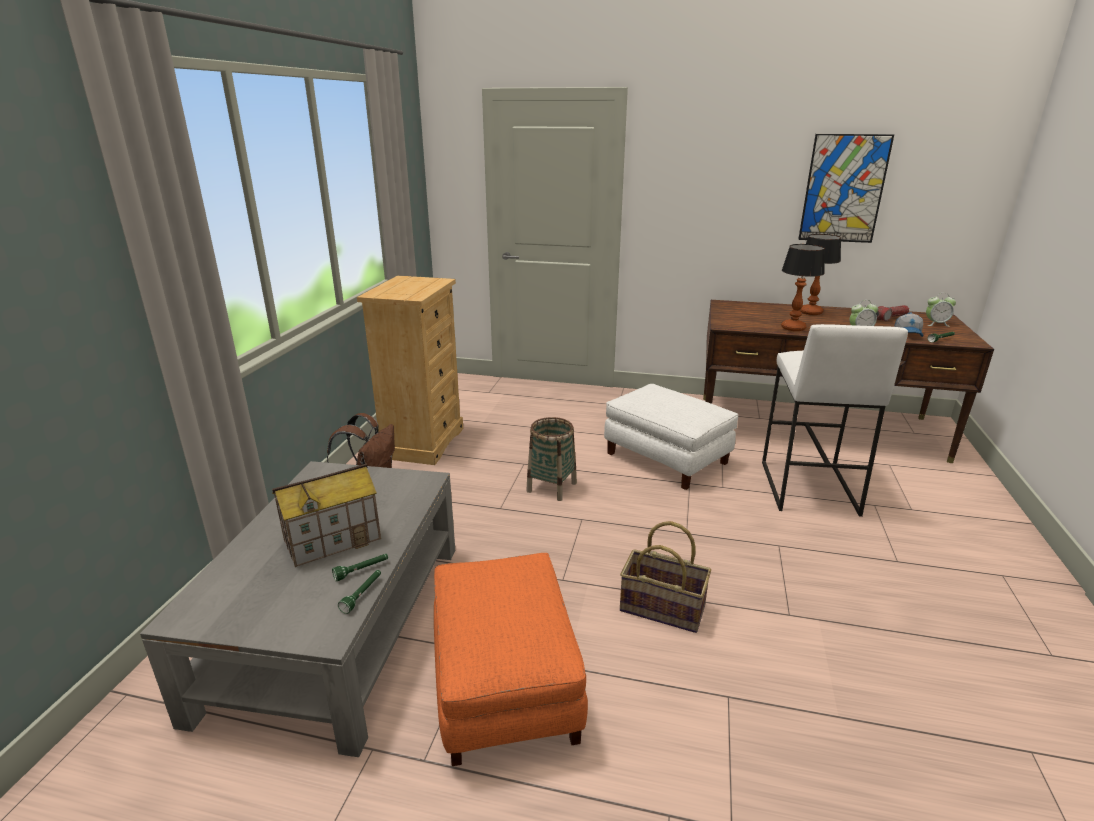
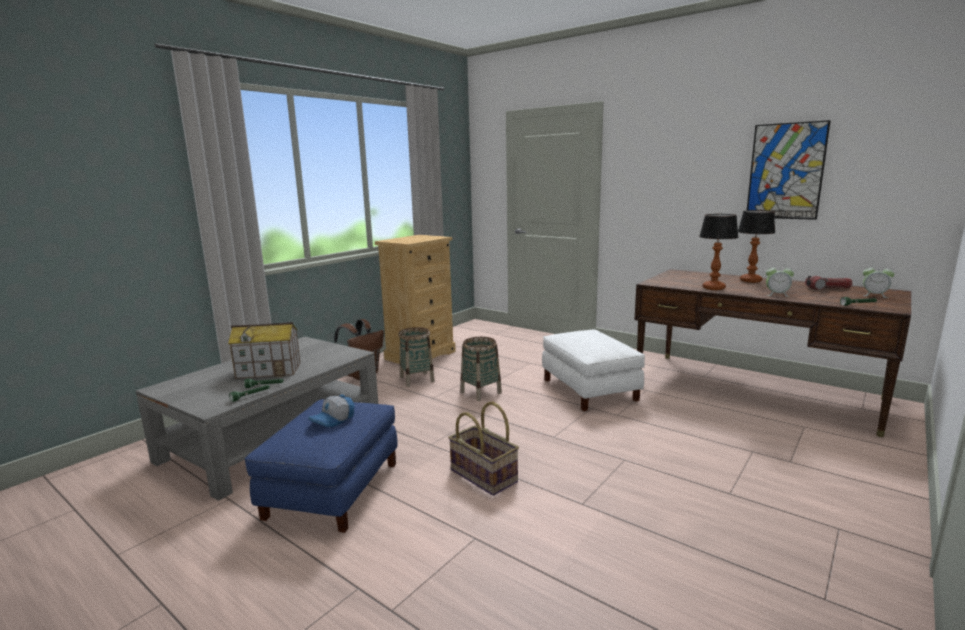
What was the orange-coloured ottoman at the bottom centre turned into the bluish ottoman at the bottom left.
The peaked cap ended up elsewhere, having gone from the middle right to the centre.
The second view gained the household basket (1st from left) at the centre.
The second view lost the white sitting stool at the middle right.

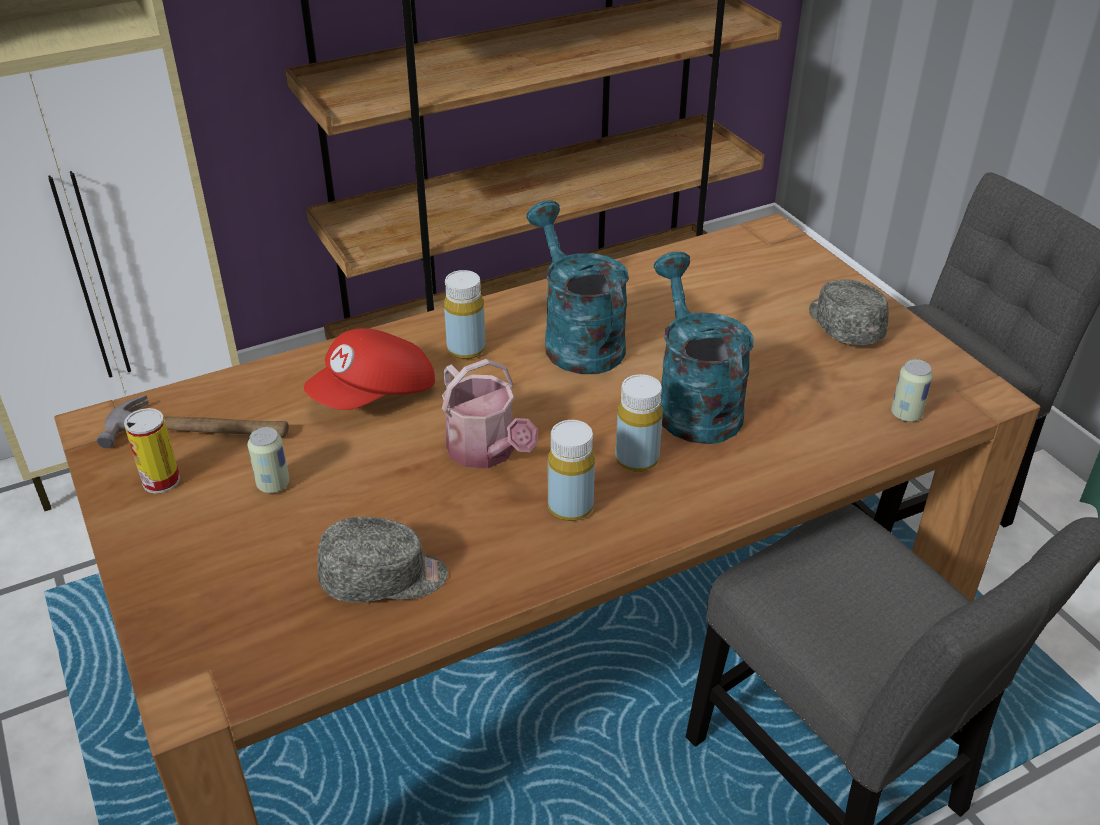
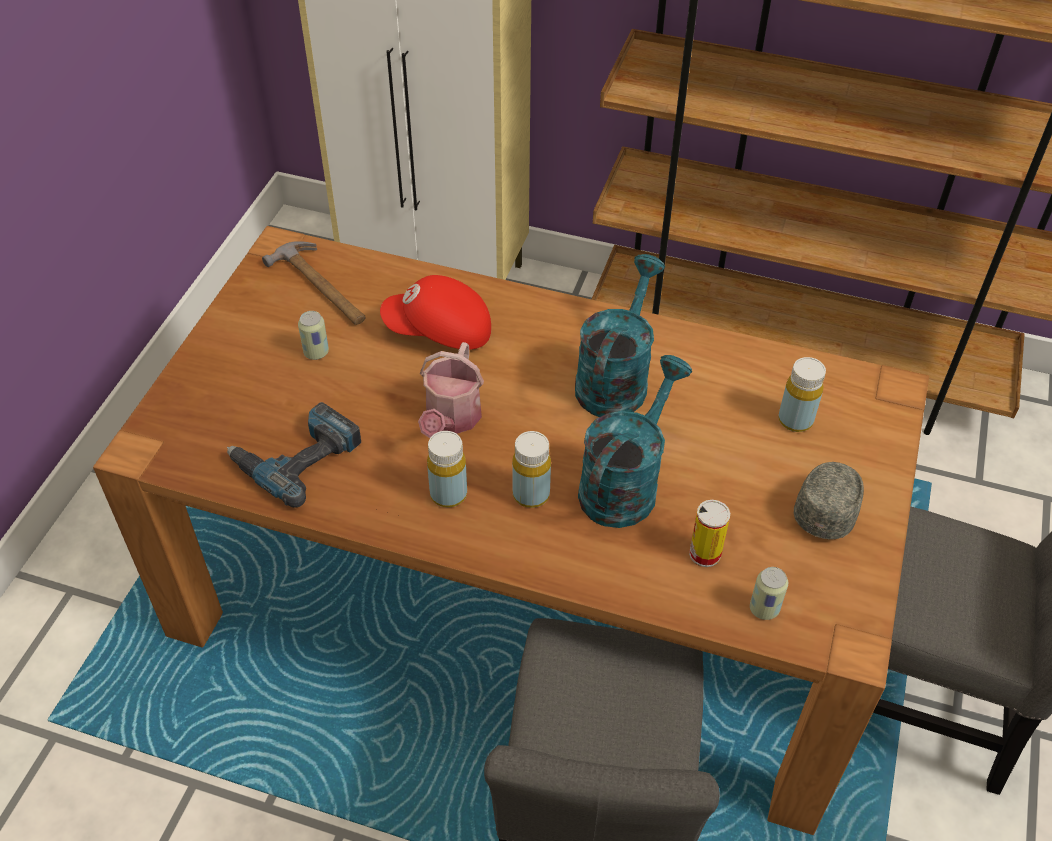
Where the gray peaked cap (1st from left) stood at the bottom centre, the electric drill came to stand at the middle left.
The metal can (1st from left in the first image) ended up elsewhere, having gone from the middle left to the middle right.
The yellow bottle (1st from left in the first image) ended up elsewhere, having gone from the centre to the middle right.

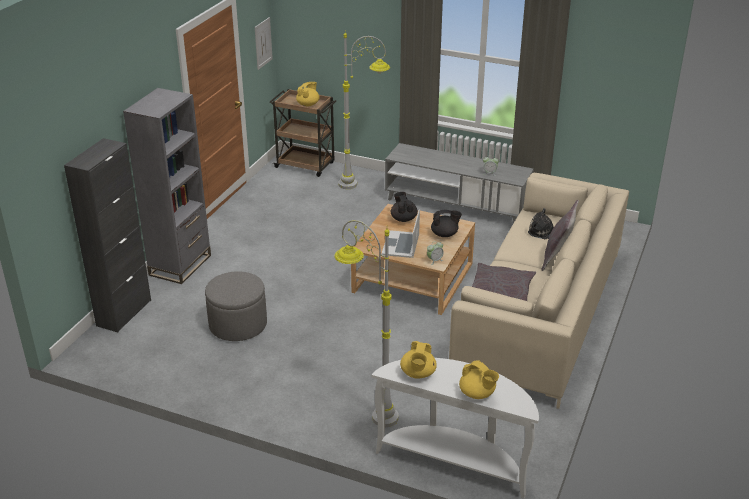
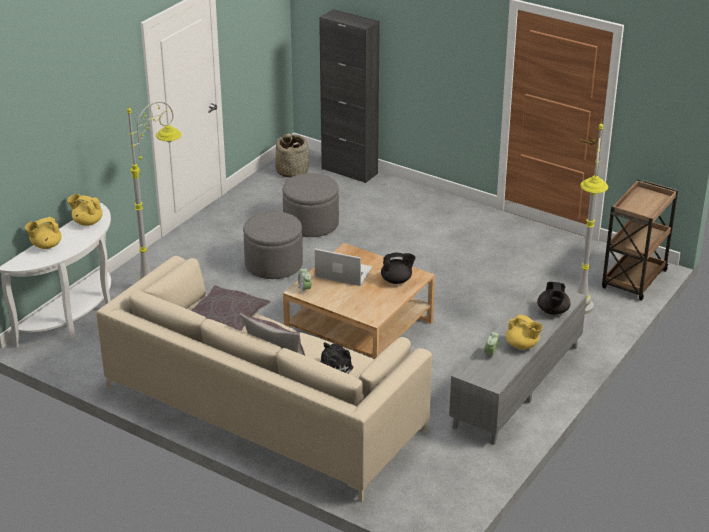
The second view gained the gray ottoman (1st from left) at the centre.
The second view gained the household basket at the top centre.
The yellow teapot (1st from left in the first image) ended up elsewhere, having gone from the top centre to the middle right.
The black-coloured teapot (2nd from left) ended up elsewhere, having gone from the centre to the middle right.
The second view lost the gray bookshelf at the middle left.
The second view lost the wall art at the top centre.

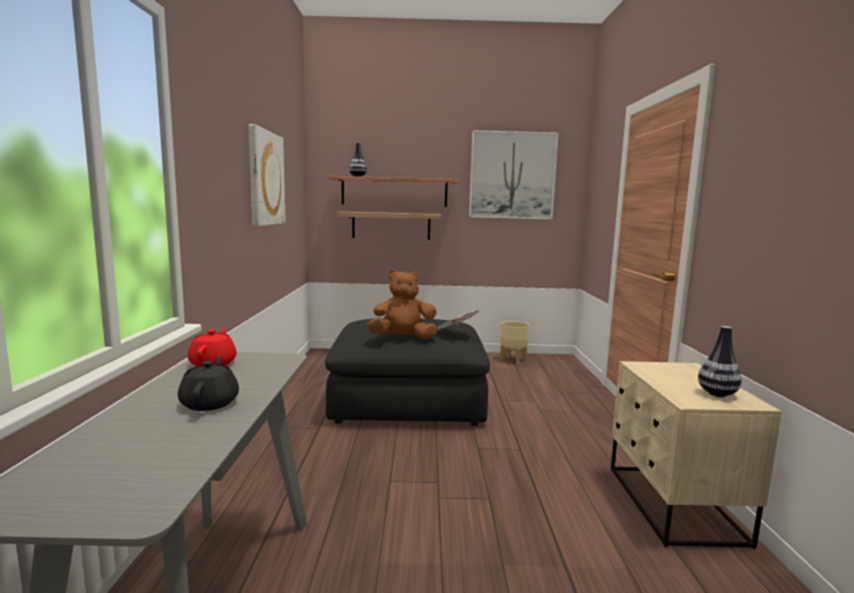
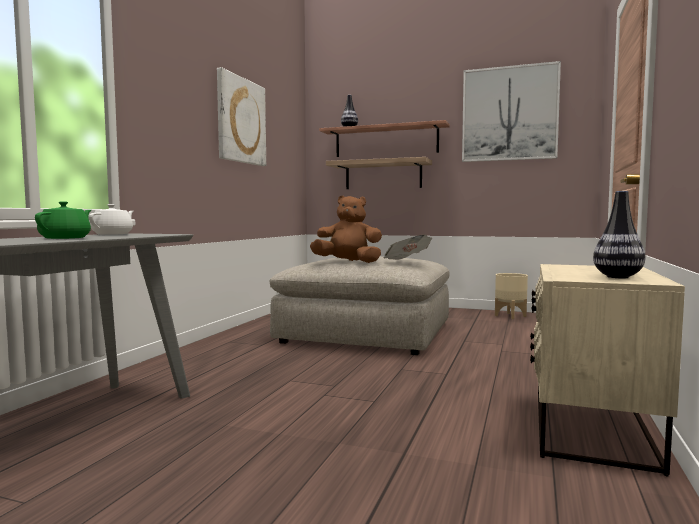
What was the black-coloured teapot at the middle left turned into the green teapot at the middle left.
What was the red teapot at the middle left turned into the white teapot at the middle left.
What was the black-coloured ottoman at the centre turned into the beige-coloured ottoman at the centre.

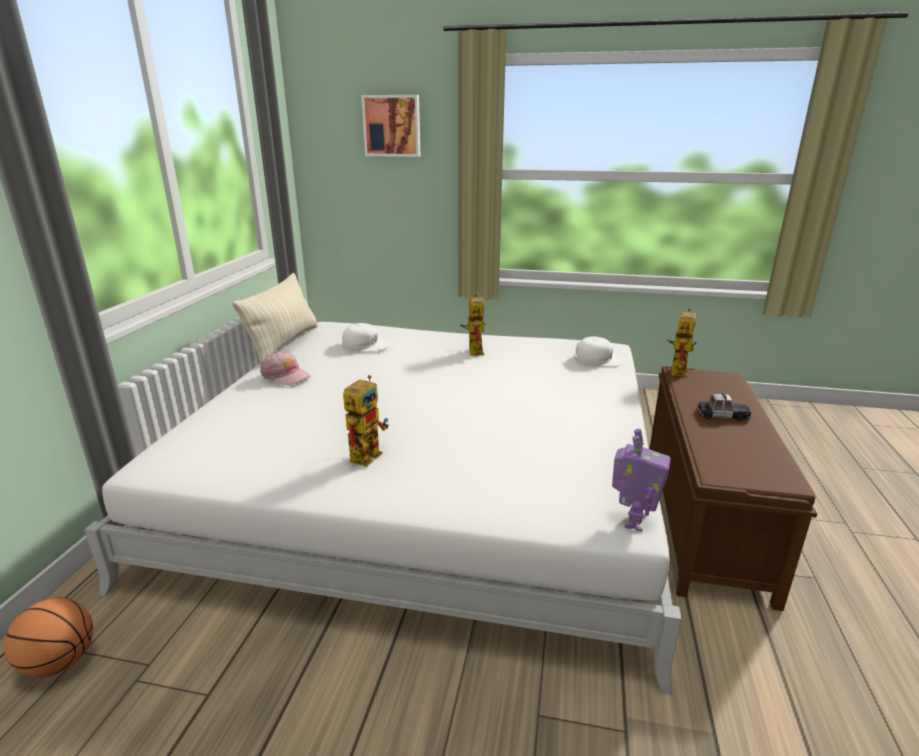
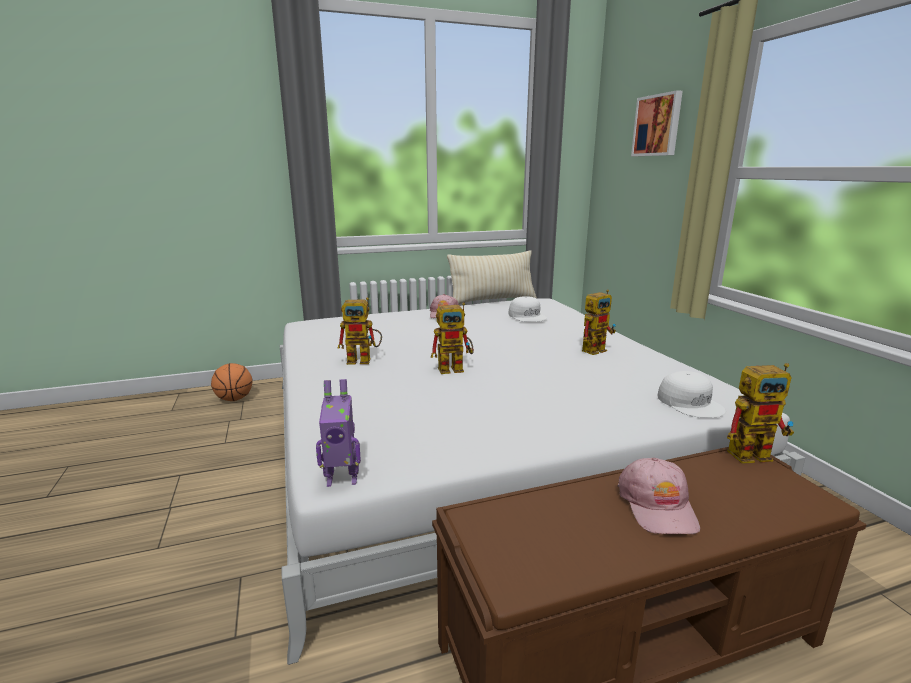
The second view gained the model robot (3rd from left) at the centre.
Where the model car stood at the middle right, the pinkish peaked cap (2nd from left) came to stand at the bottom right.

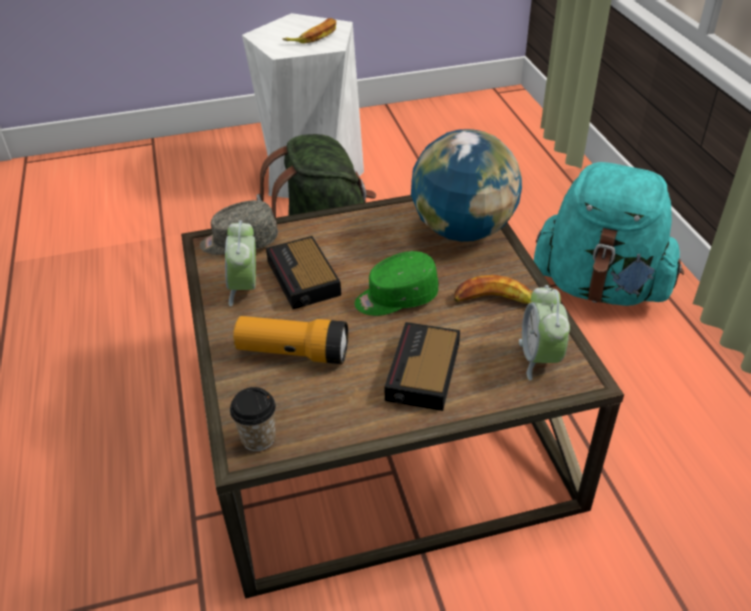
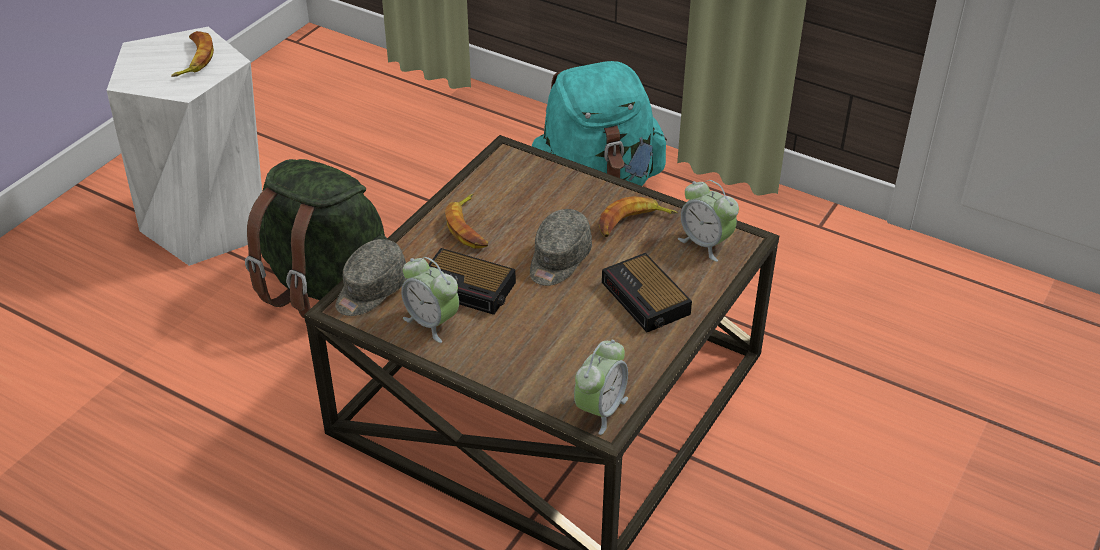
The second view gained the whole banana (2nd from left) at the centre.
What was the green peaked cap at the centre turned into the gray peaked cap (2nd from left) at the centre.
Where the cup stood at the bottom centre, the alarm clock (3rd from left) came to stand at the bottom centre.
The second view lost the hand torch at the centre.
The second view lost the globe at the top centre.

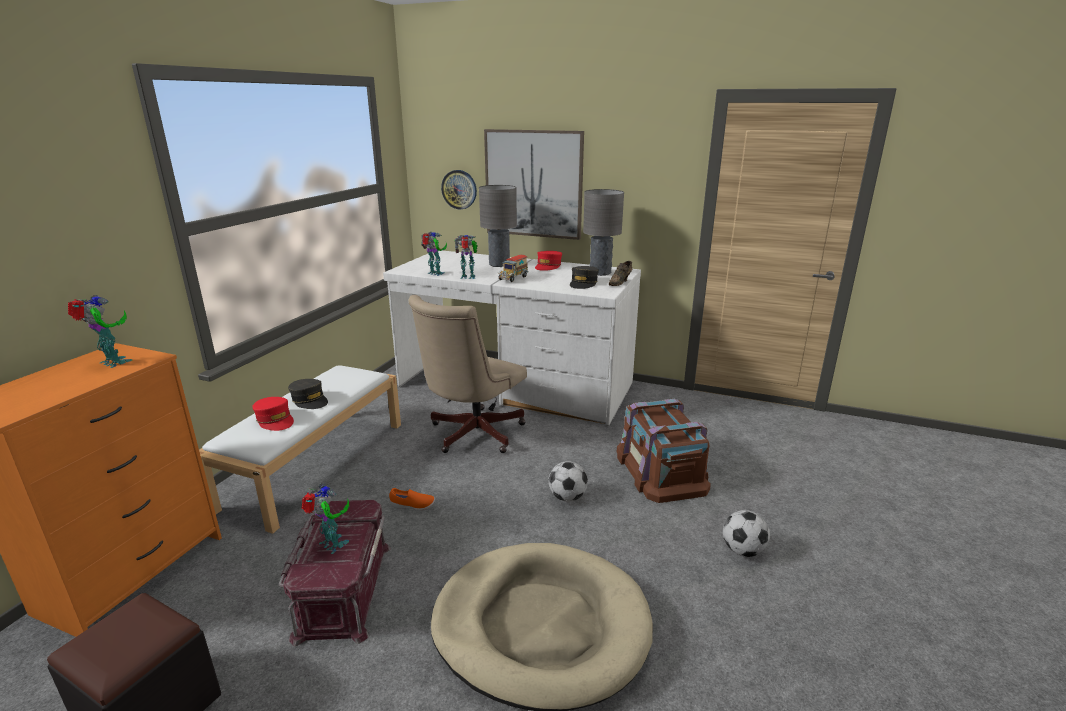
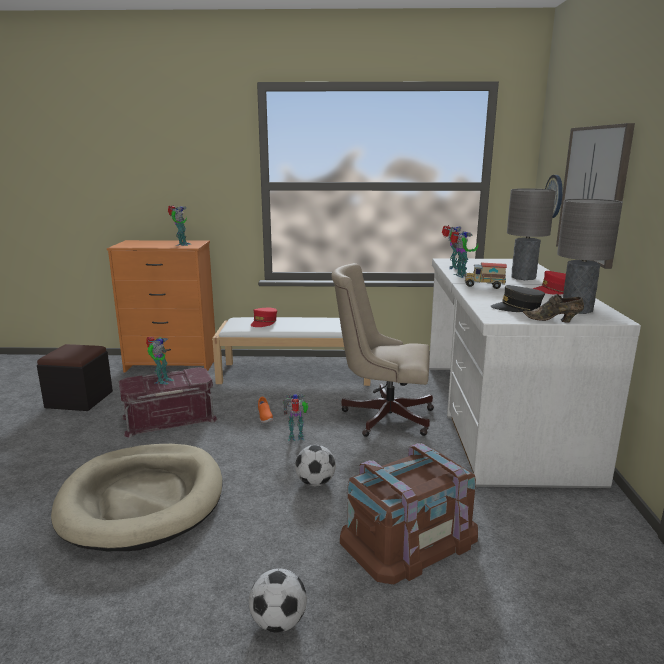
The second view gained the model robot (3rd from left) at the centre.
The second view lost the gray peaked cap (1st from left) at the middle left.

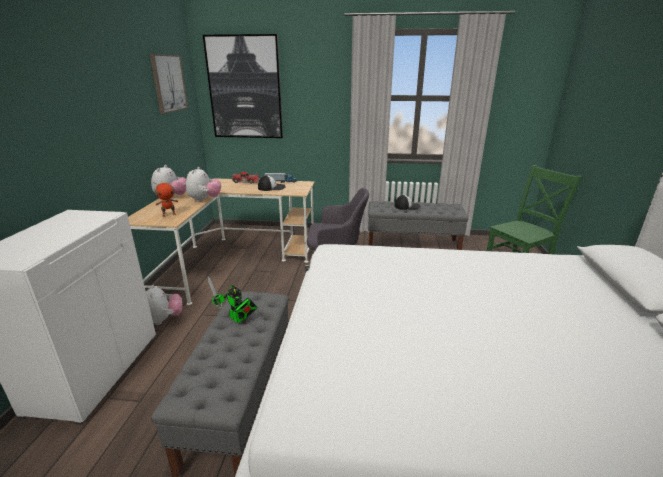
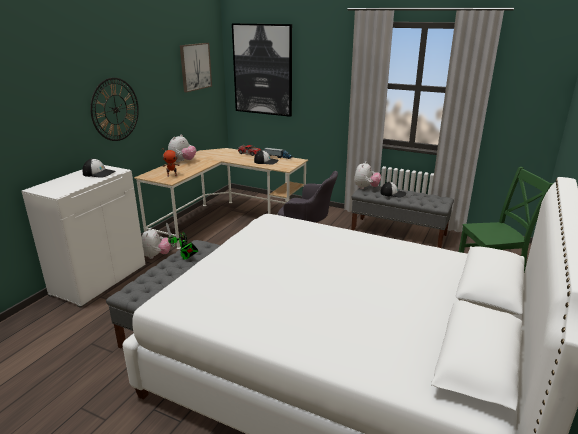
The second view gained the peaked cap (1st from left) at the middle left.
The second view gained the hanging clock at the top left.
The cuddly toy (3rd from left) ended up elsewhere, having gone from the middle left to the centre.

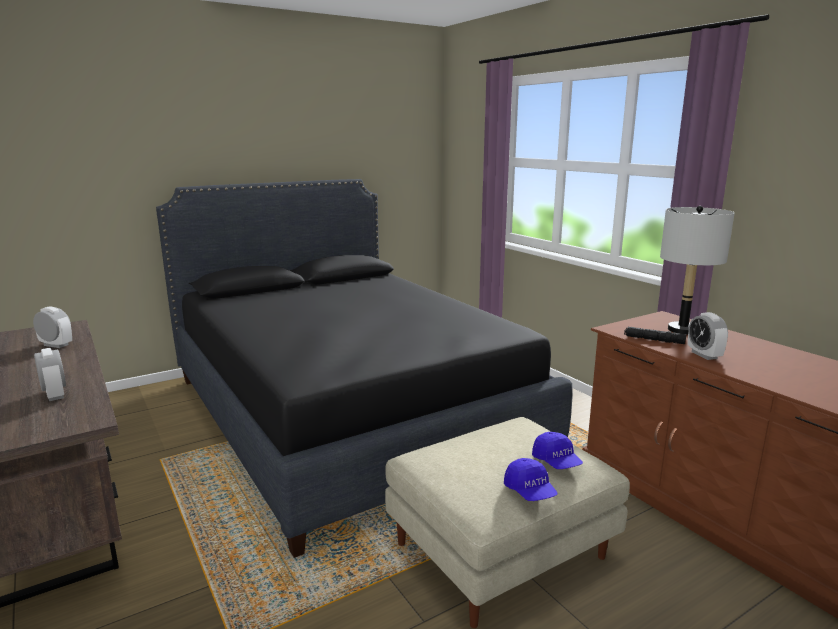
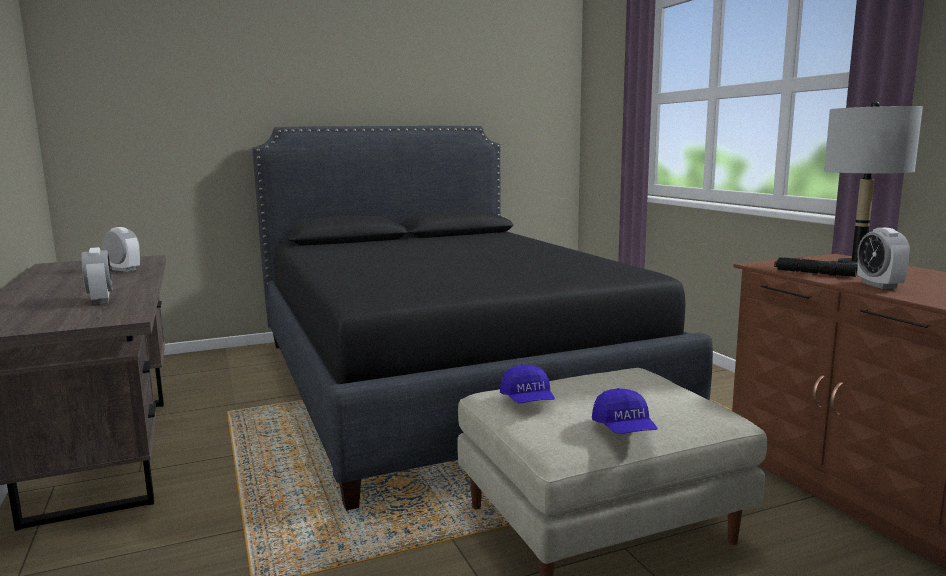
The bluish peaked cap (2nd from left in the first image) ended up elsewhere, having gone from the bottom centre to the centre.

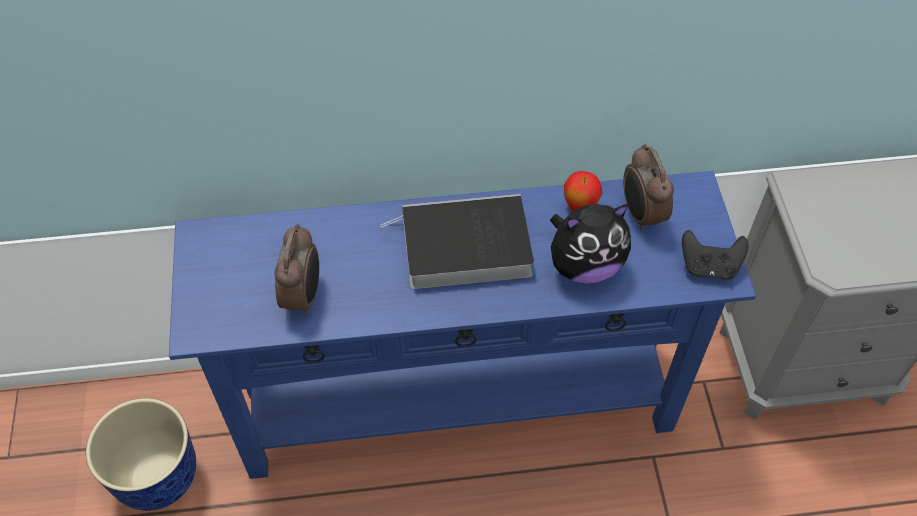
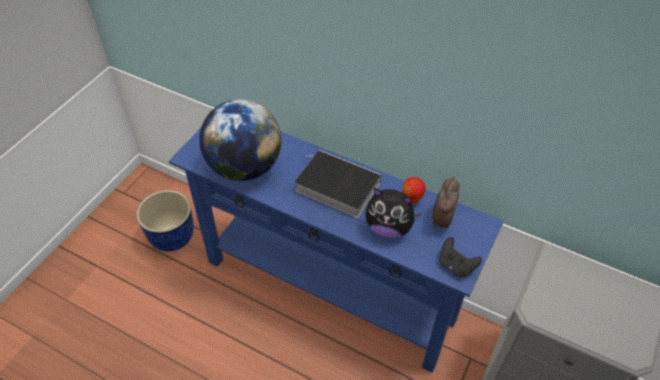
Where the alarm clock (1st from left) stood at the middle left, the globe came to stand at the centre.

